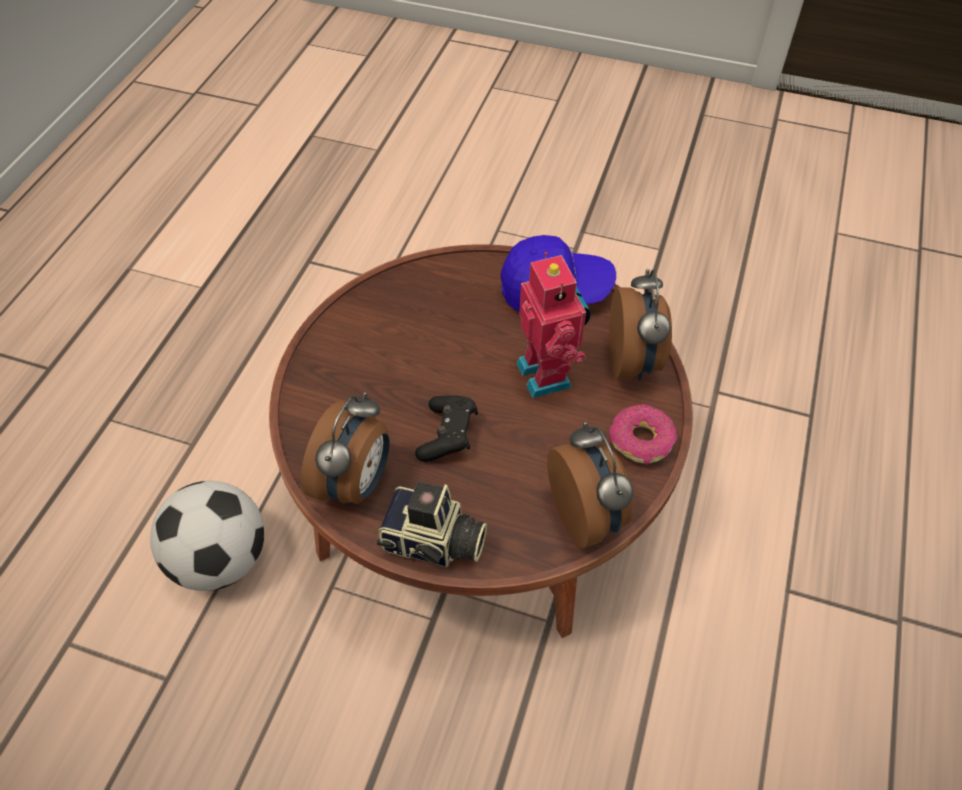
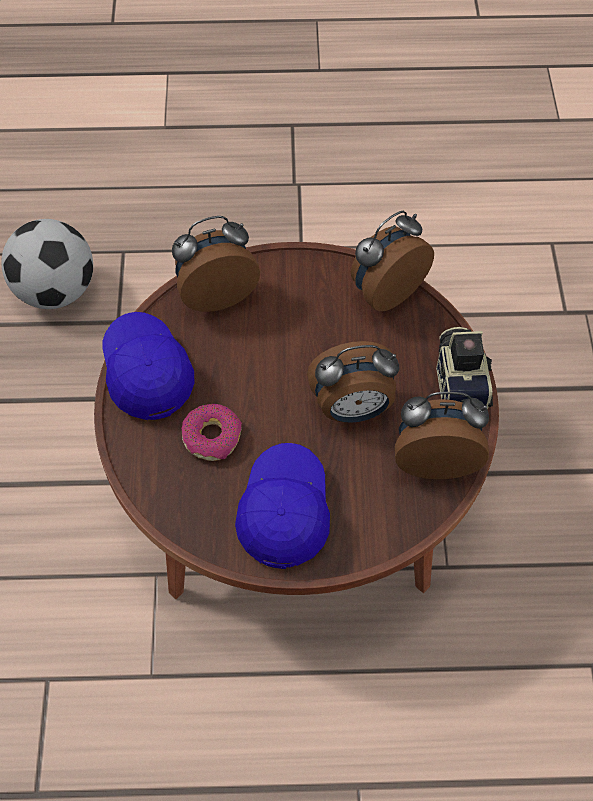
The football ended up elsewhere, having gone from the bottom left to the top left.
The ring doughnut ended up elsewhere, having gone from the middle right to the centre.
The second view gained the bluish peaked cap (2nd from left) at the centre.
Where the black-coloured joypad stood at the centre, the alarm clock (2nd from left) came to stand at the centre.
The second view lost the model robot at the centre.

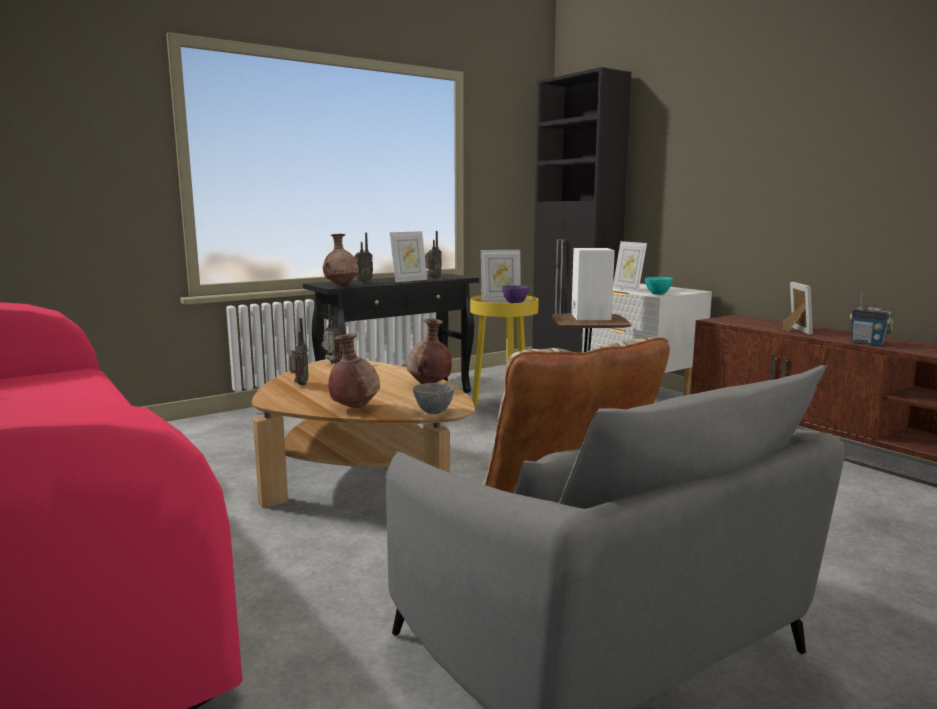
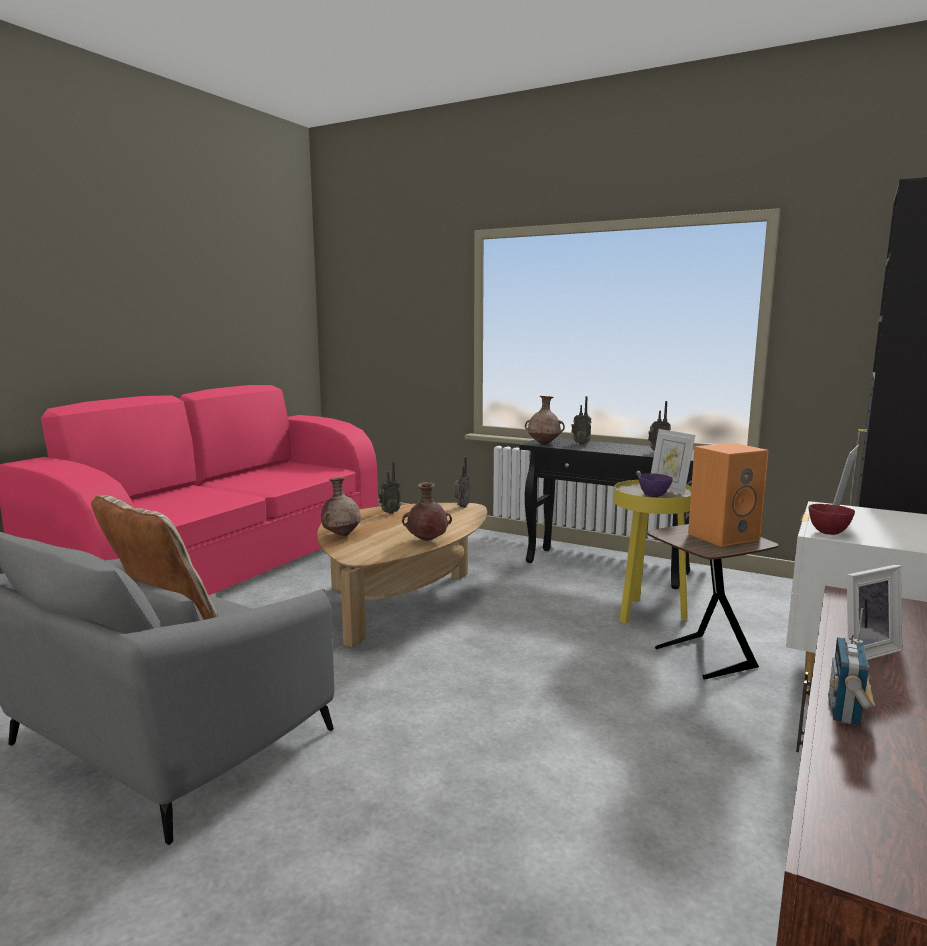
What was the white speaker at the centre turned into the orange-coloured speaker at the middle right.
What was the blue-green bowl at the middle right turned into the red bowl at the middle right.
The second view lost the photo frame (1st from left) at the centre.
The second view lost the gray bowl at the centre.

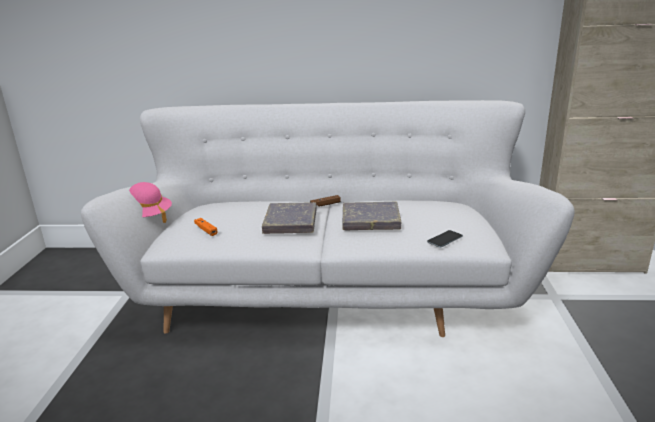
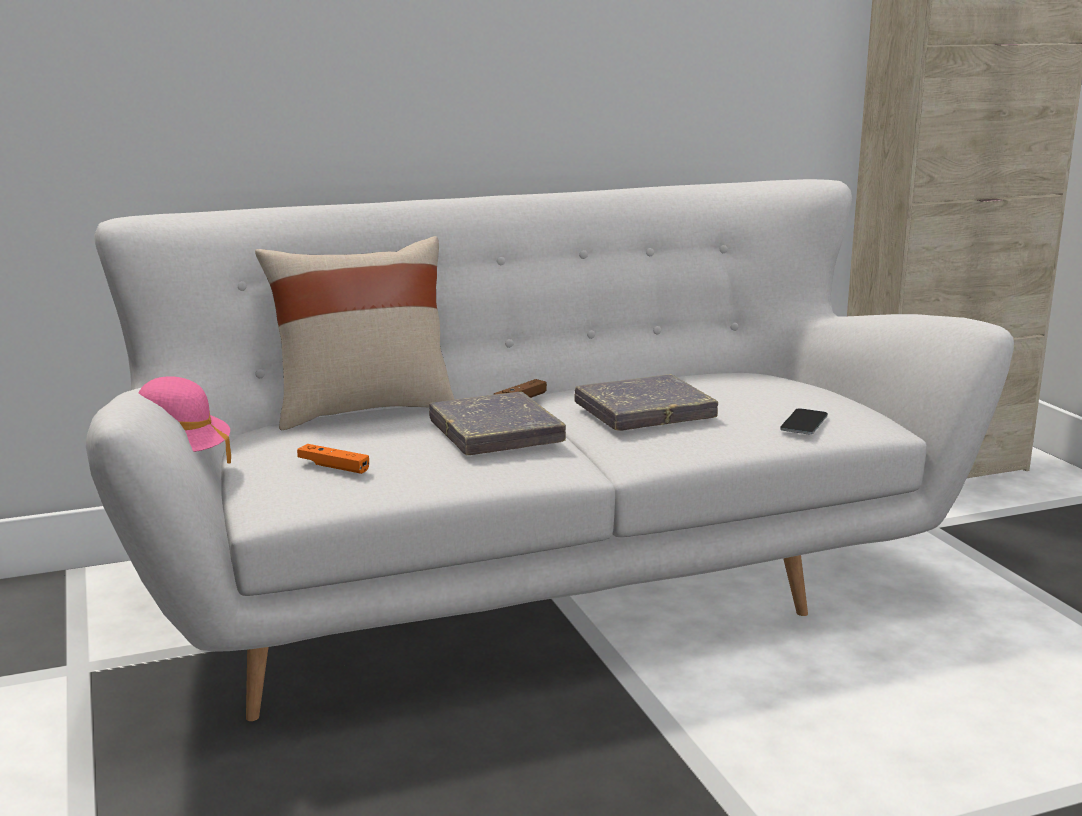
The second view gained the beige-coloured throw pillow at the middle left.

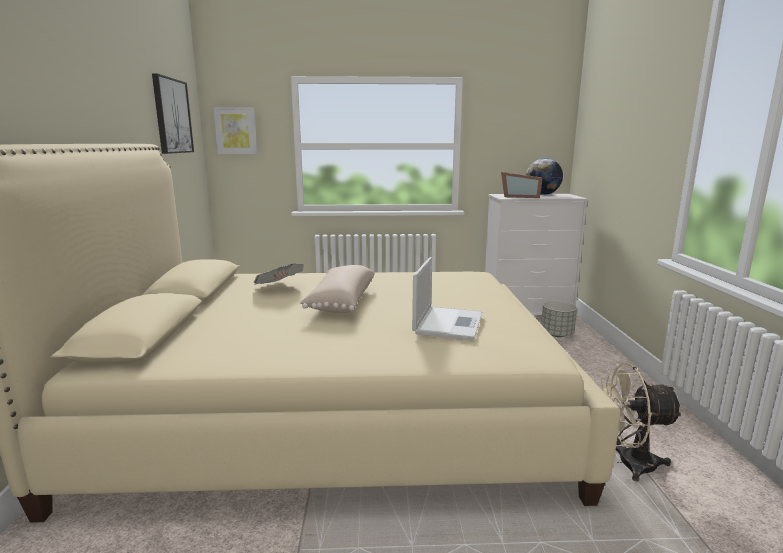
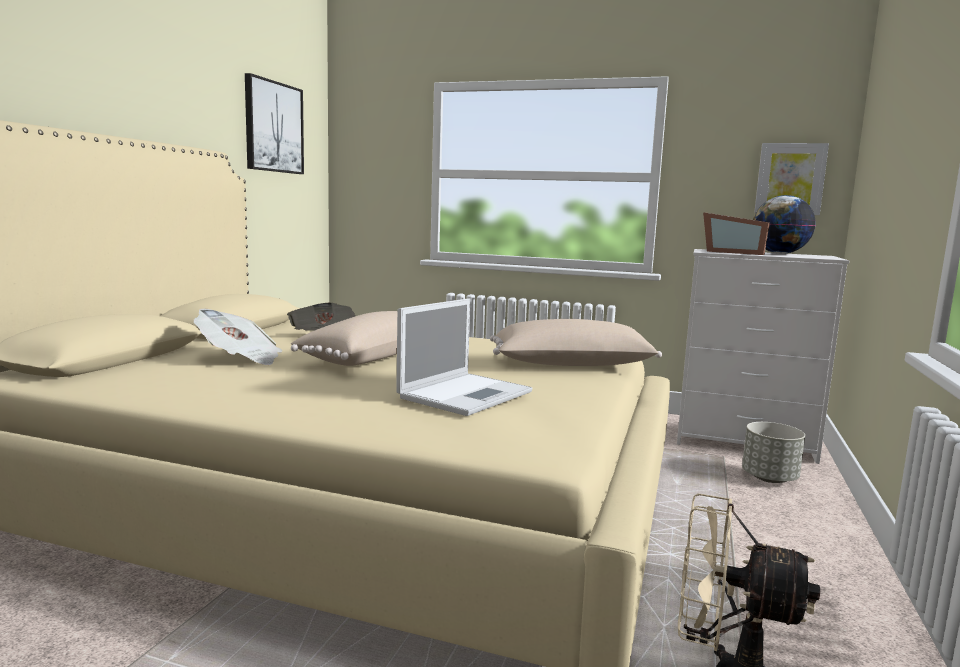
The second view gained the newspaper (1st from left) at the middle left.
The second view gained the beige-coloured throw pillow (2nd from left) at the centre.
The wall art (2nd from left) ended up elsewhere, having gone from the top left to the top right.

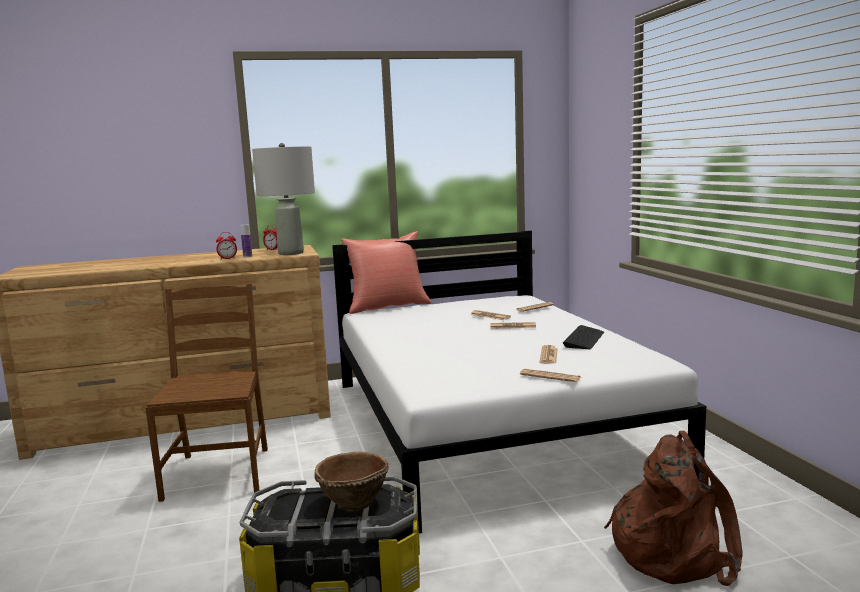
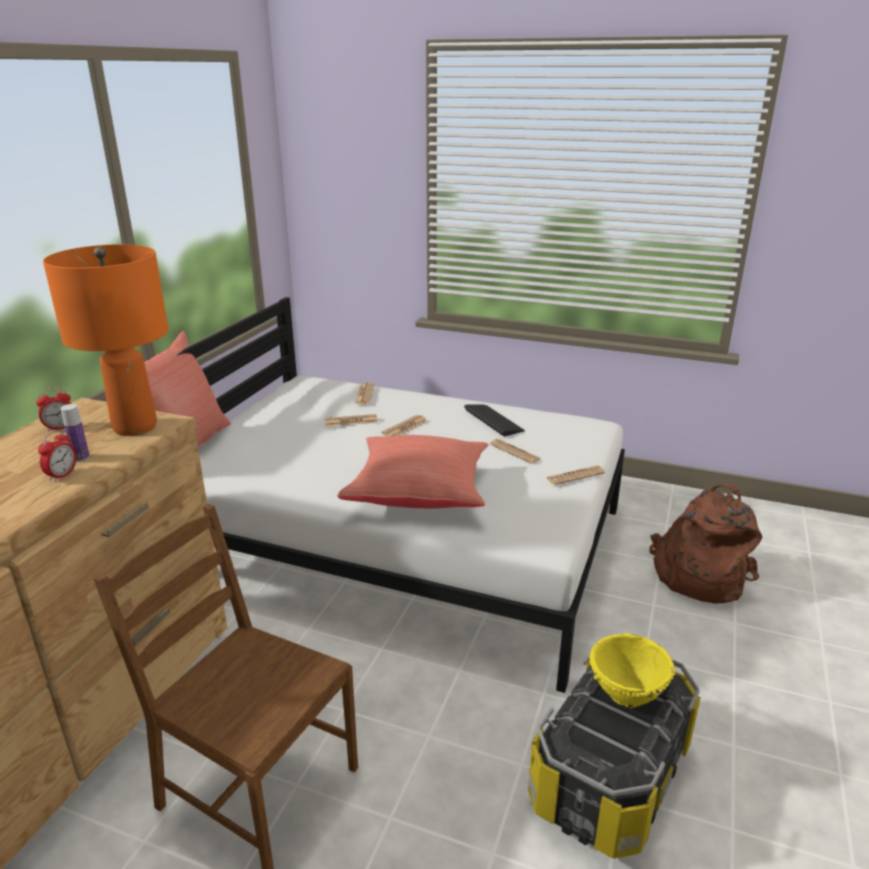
What was the gray lamp for a table at the middle left turned into the orange-coloured lamp for a table at the middle left.
The second view gained the red throw pillow (2nd from left) at the centre.
What was the brown bowl at the bottom centre turned into the yellow bowl at the bottom right.

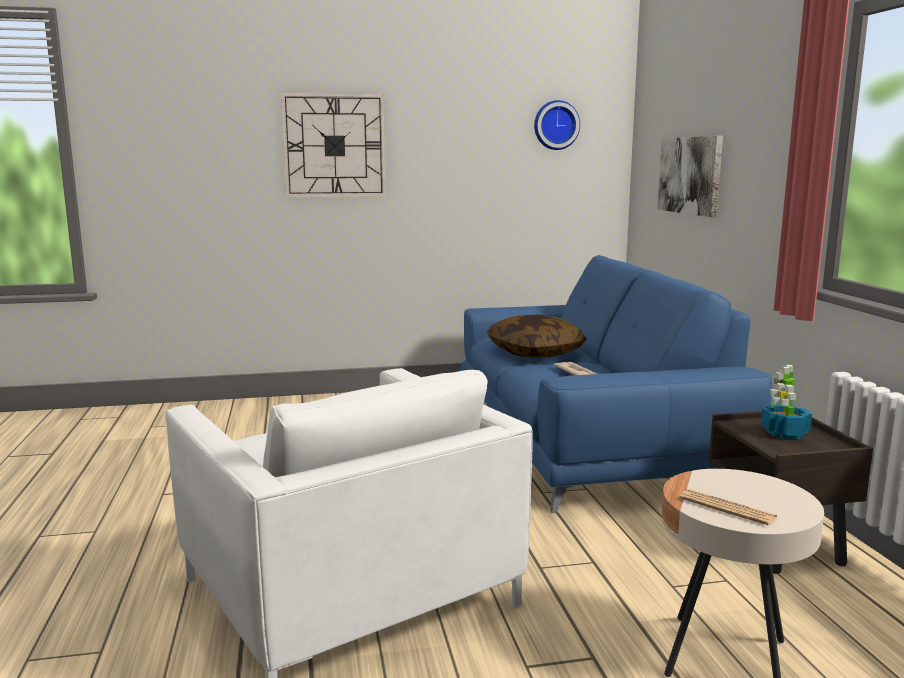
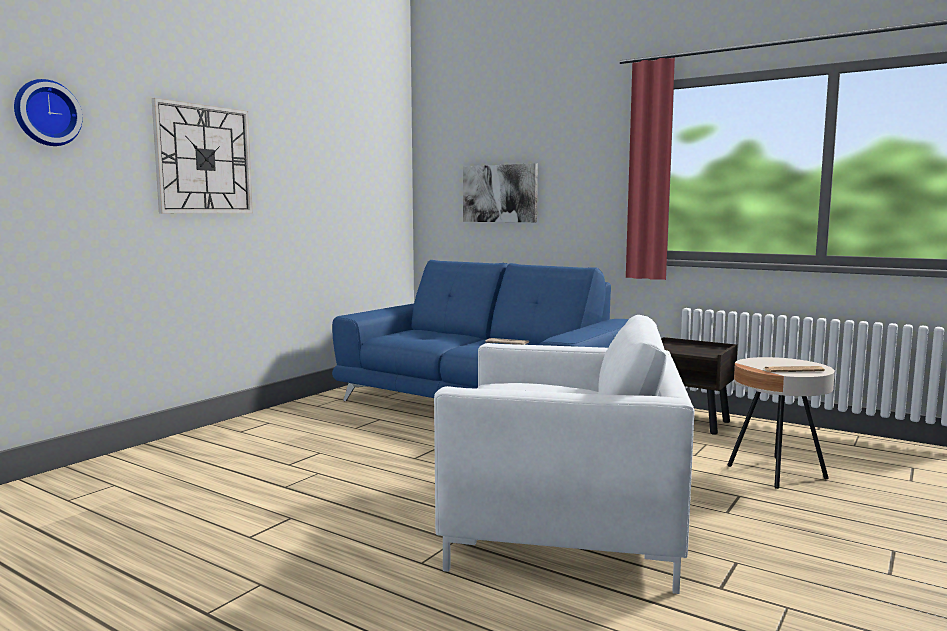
The hanging clock (2nd from left in the first image) ended up elsewhere, having gone from the top centre to the top left.
The second view lost the throw pillow at the centre.
The second view lost the plant in a pot at the middle right.

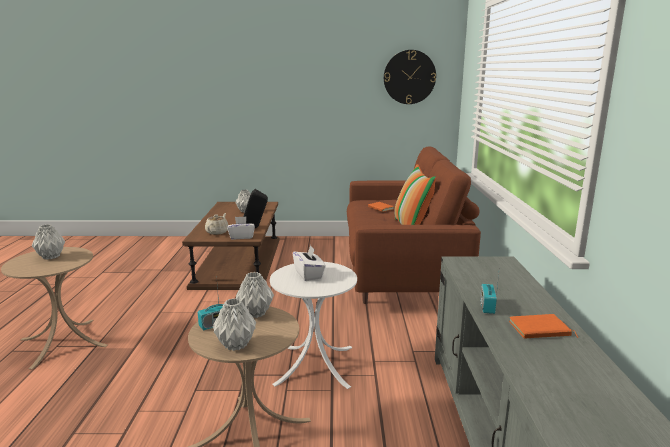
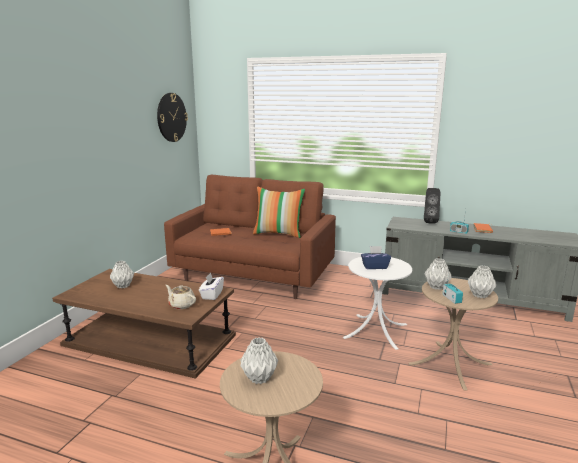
What was the white box of tissues (2nd from left) at the centre turned into the bluish box of tissues at the centre.
The black-coloured speaker ended up elsewhere, having gone from the centre to the middle right.

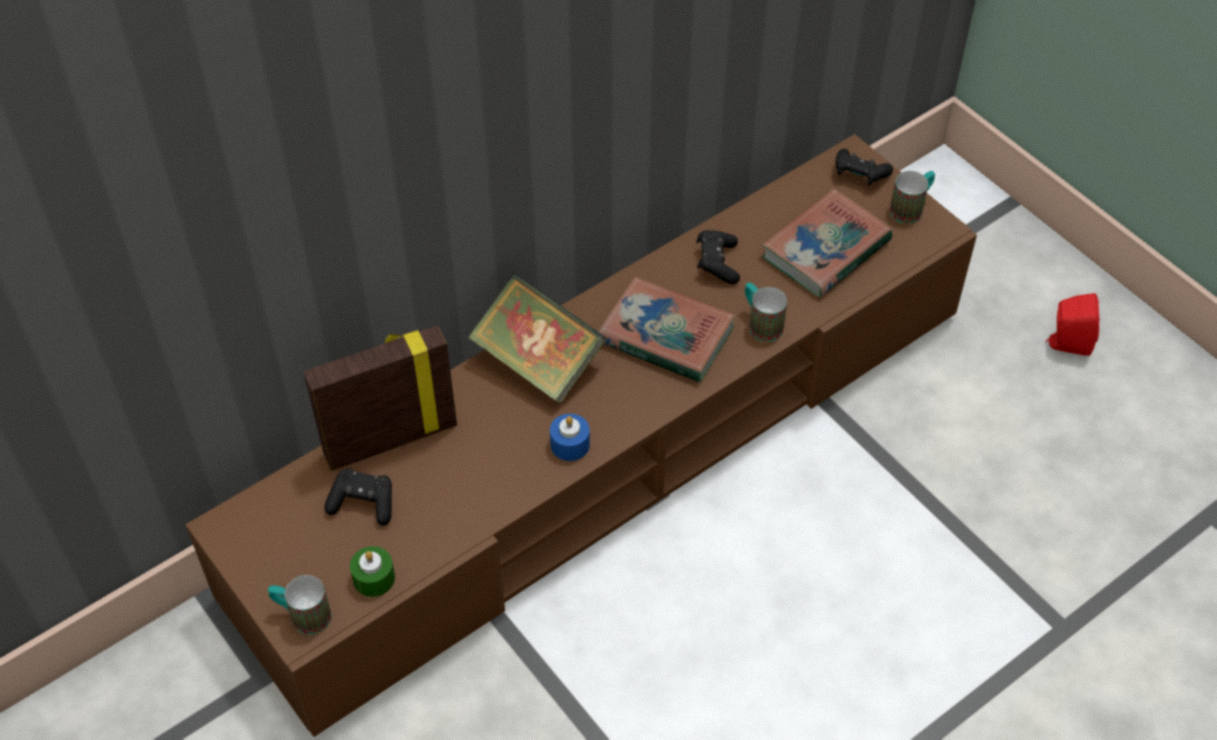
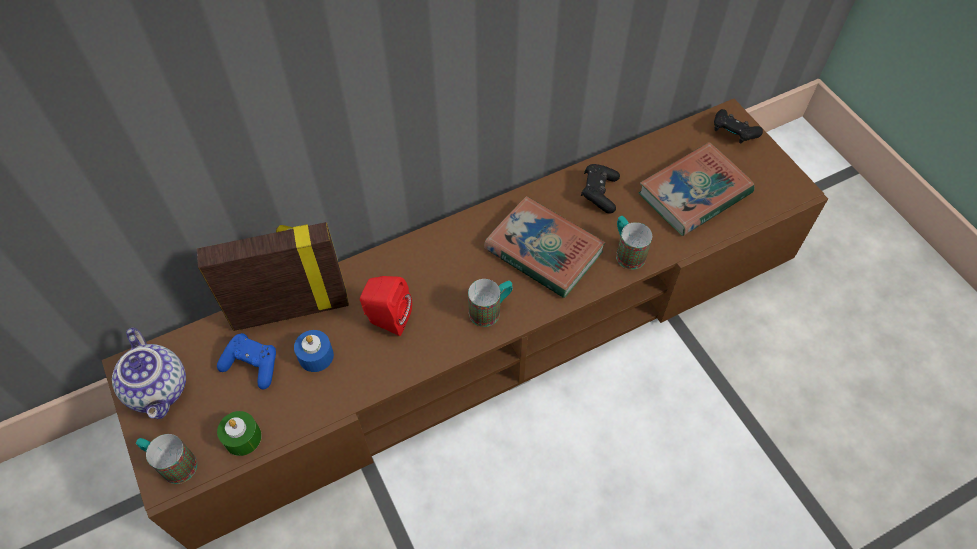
The second view gained the teapot at the bottom left.
What was the black-coloured joypad (1st from left) at the bottom left turned into the bluish joypad at the middle left.
The bluish wax candle ended up elsewhere, having gone from the centre to the middle left.
The red speaker ended up elsewhere, having gone from the middle right to the centre.
The mug (3rd from left in the first image) ended up elsewhere, having gone from the top right to the centre.
The second view lost the bound book (1st from left) at the centre.

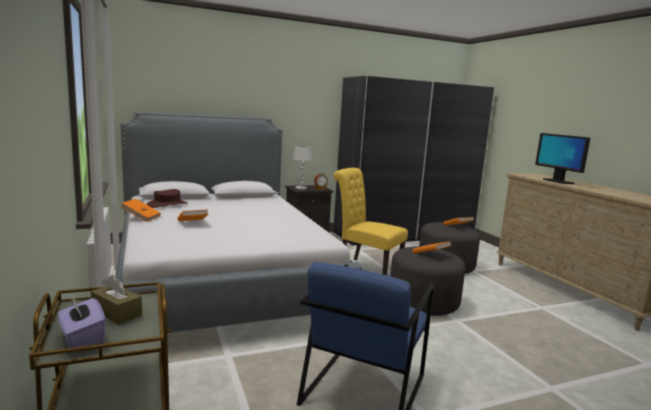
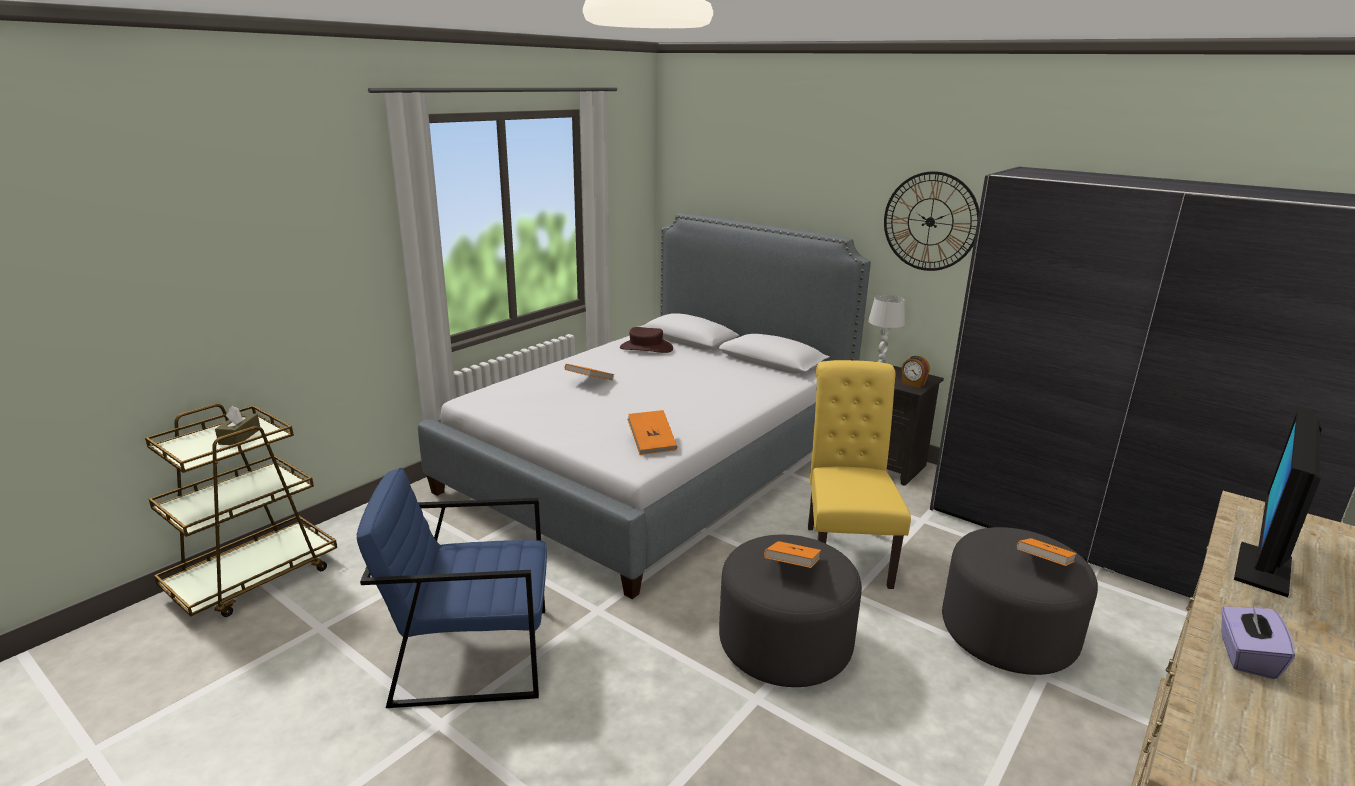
The orange-coloured bound book (1st from left in the first image) ended up elsewhere, having gone from the middle left to the centre.
The second view gained the hanging clock at the top right.
The purplish box of tissues ended up elsewhere, having gone from the bottom left to the bottom right.

